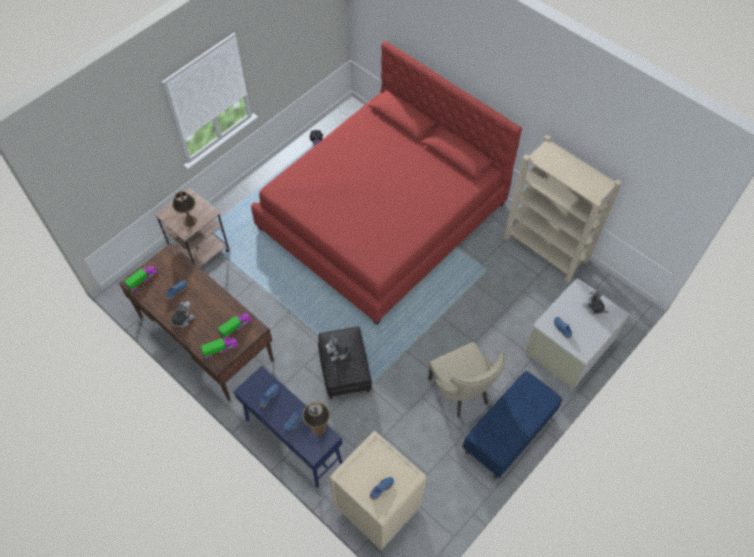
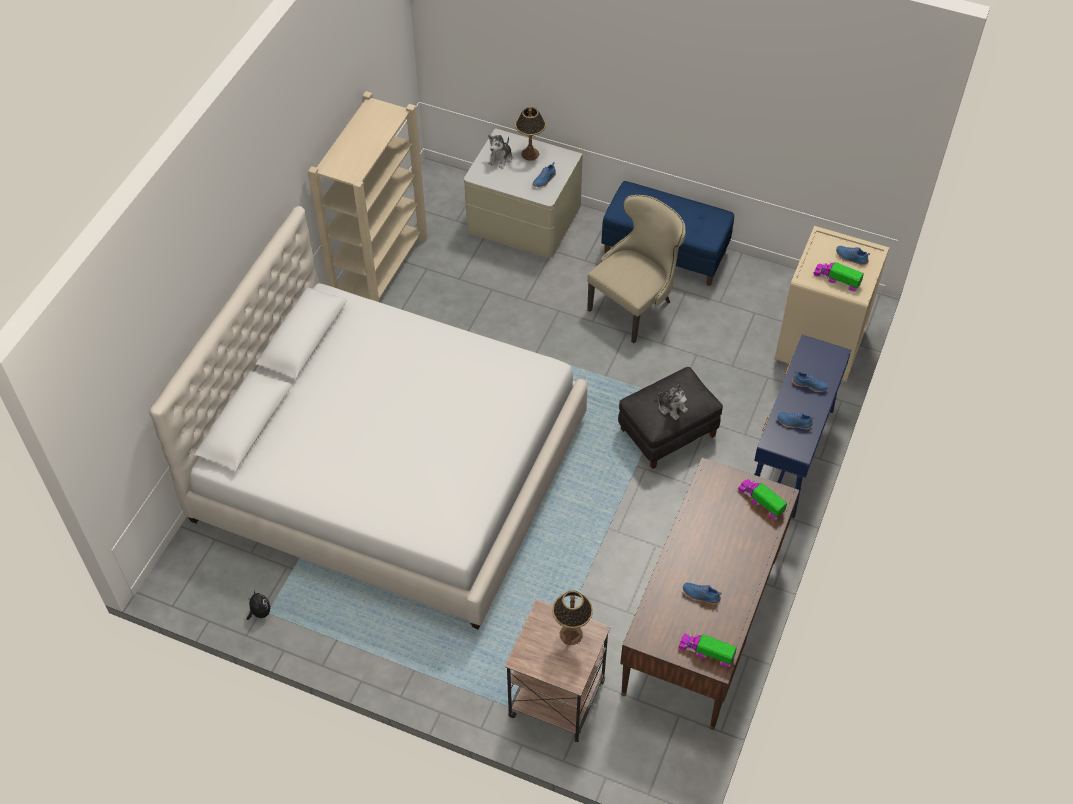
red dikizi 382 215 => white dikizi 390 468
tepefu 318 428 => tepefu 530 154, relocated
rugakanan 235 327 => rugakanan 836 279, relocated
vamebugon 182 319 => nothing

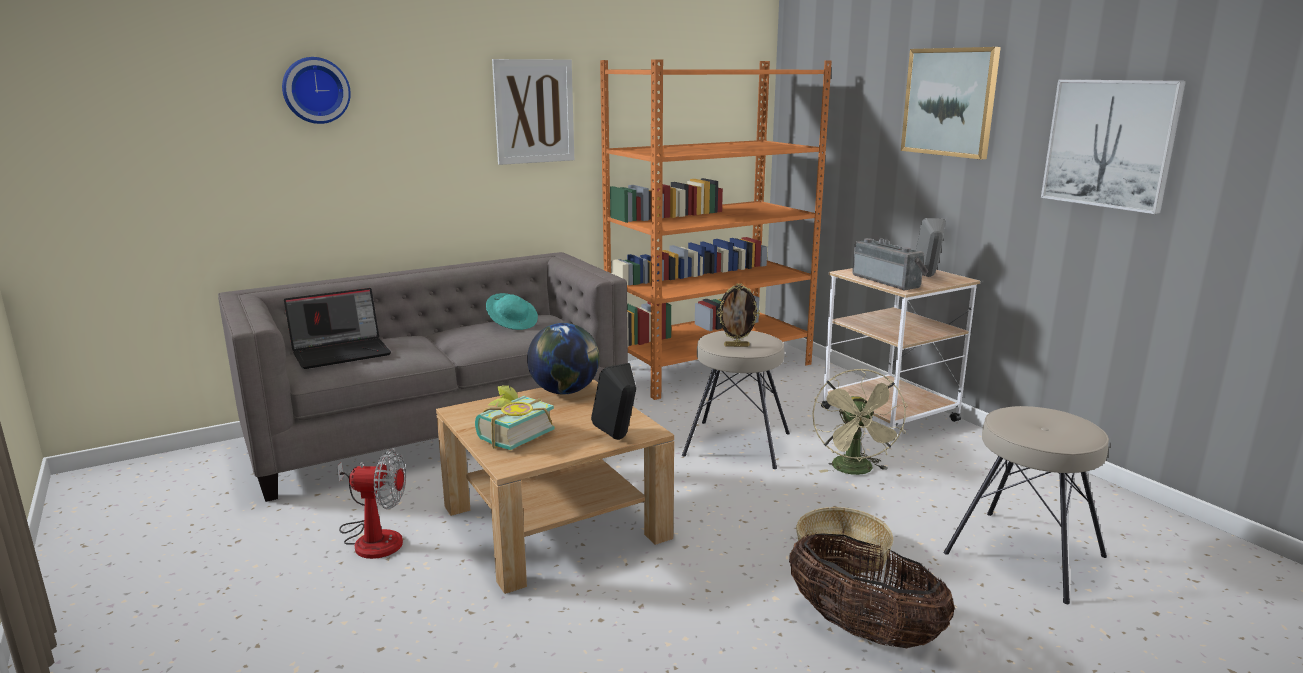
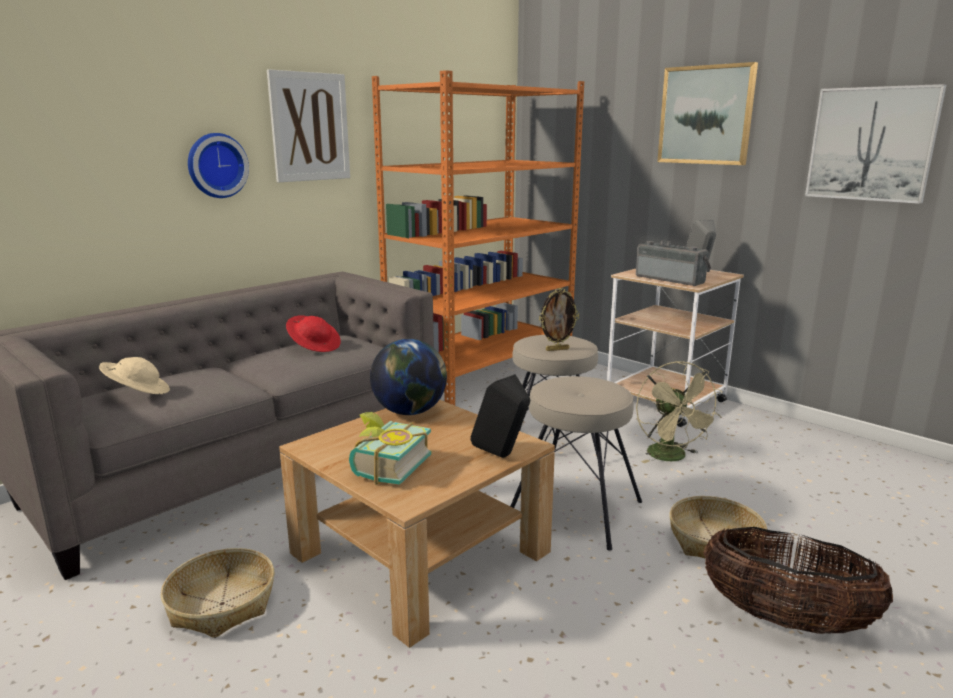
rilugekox 342 352 => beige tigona 138 393
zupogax 373 537 => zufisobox 221 604
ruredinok 315 90 => ruredinok 216 165, relocated
turquoise tigona 513 324 => red tigona 315 346
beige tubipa 1024 553 => beige tubipa 575 509, relocated

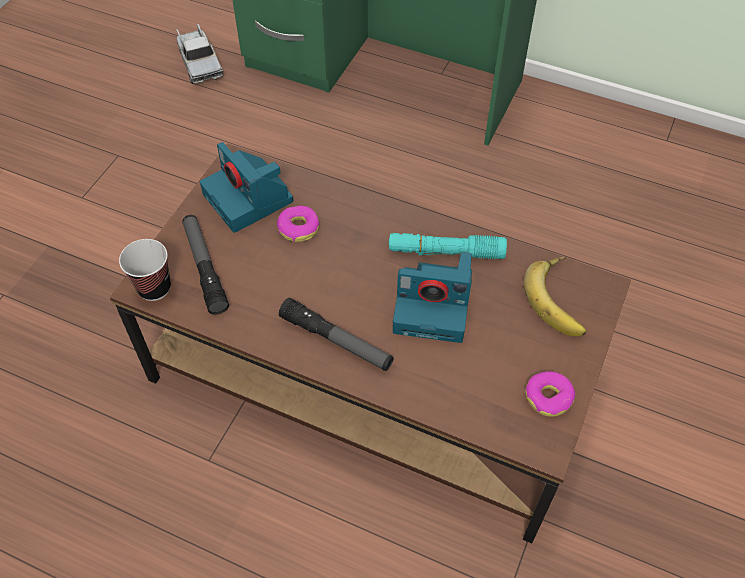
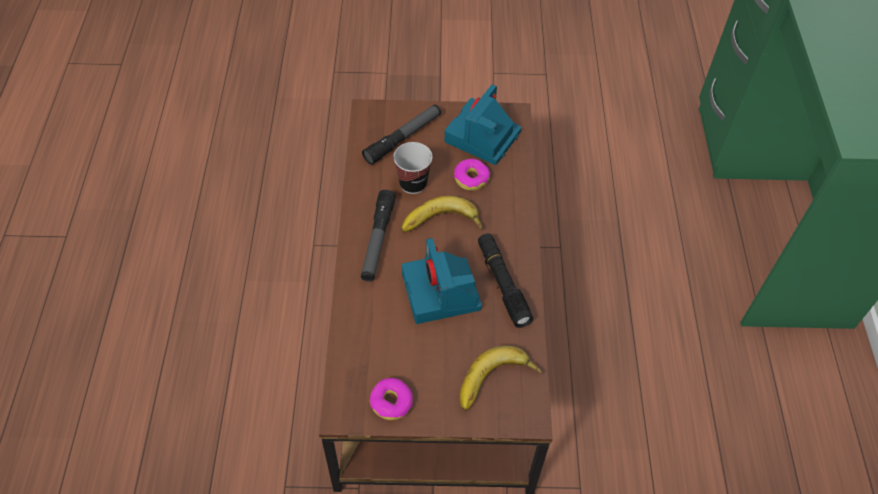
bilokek 154 288 => bilokek 413 184, relocated
nothing => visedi 441 226
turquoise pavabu 446 252 => black pavabu 502 284
rugakanan 199 62 => nothing

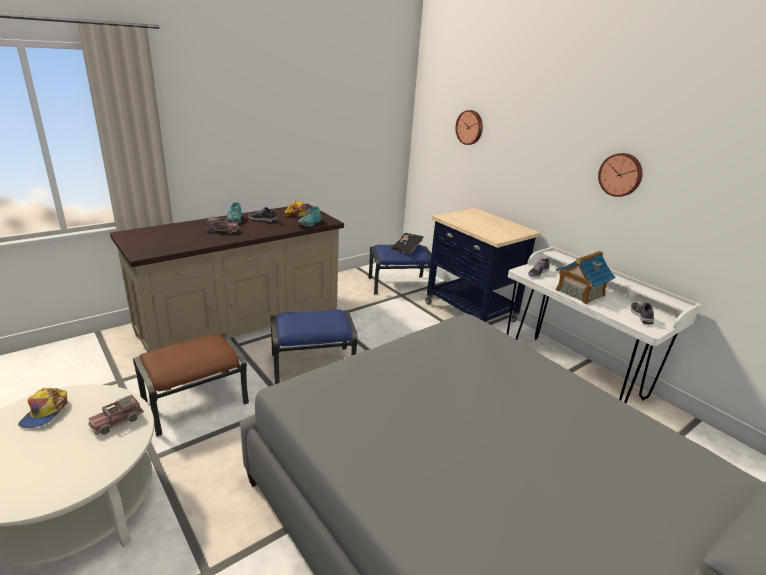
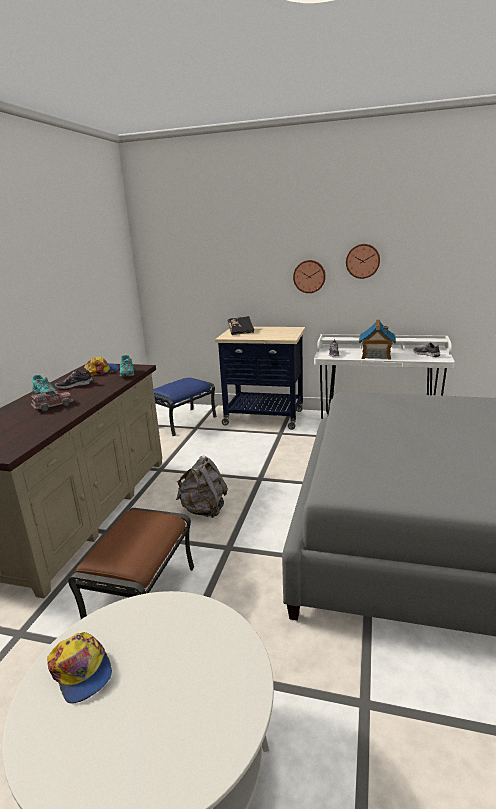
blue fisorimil 312 365 => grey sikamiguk 204 510
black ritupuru 407 248 => black ritupuru 241 331, relocated
ruredinok 470 127 => ruredinok 309 276, relocated
rugakanan 117 421 => nothing

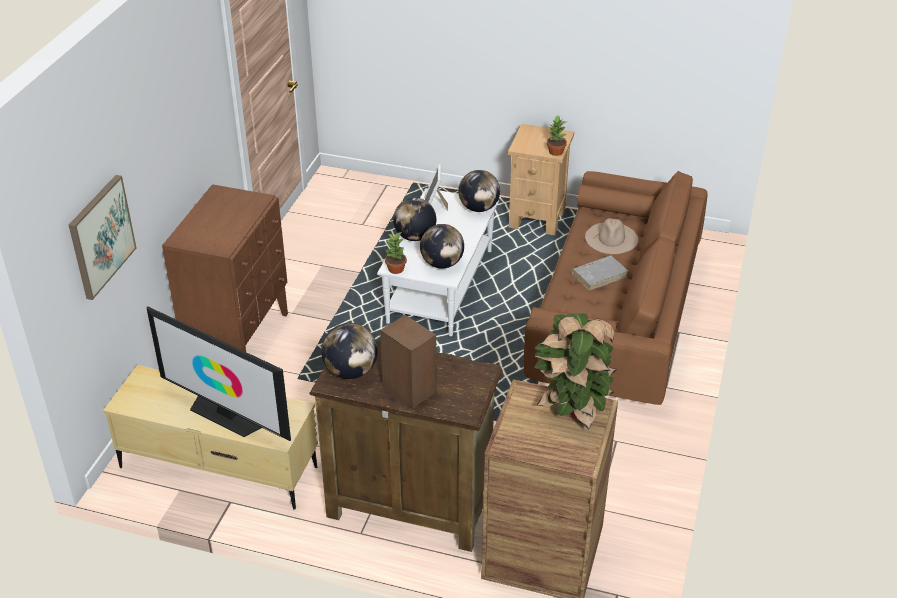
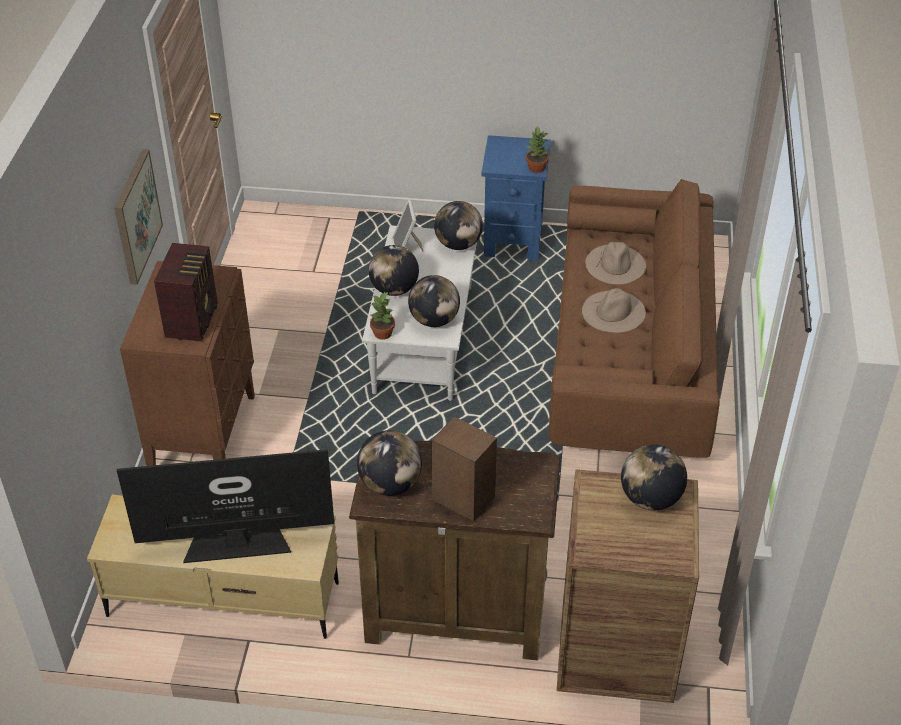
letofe 101 236 => letofe 136 216, relocated
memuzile 227 414 => memuzile 236 544, 150 degrees clockwise
nothing => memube 193 320
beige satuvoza 537 219 => blue satuvoza 513 242
grey ritupuru 600 274 => beige tigona 613 311
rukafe 571 410 => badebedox 650 498

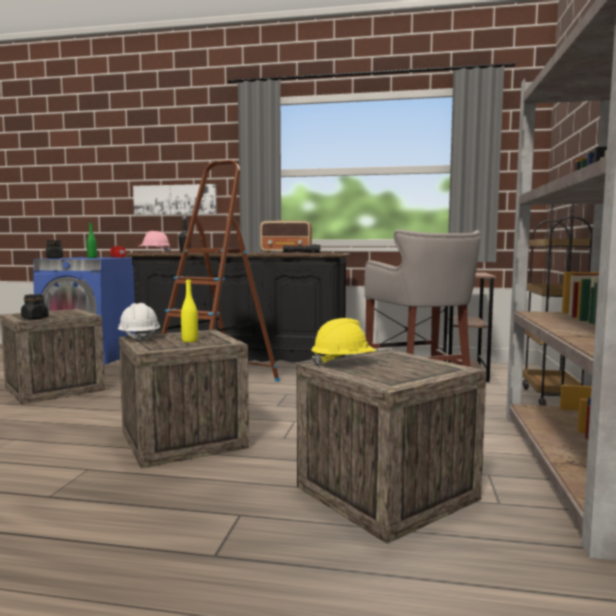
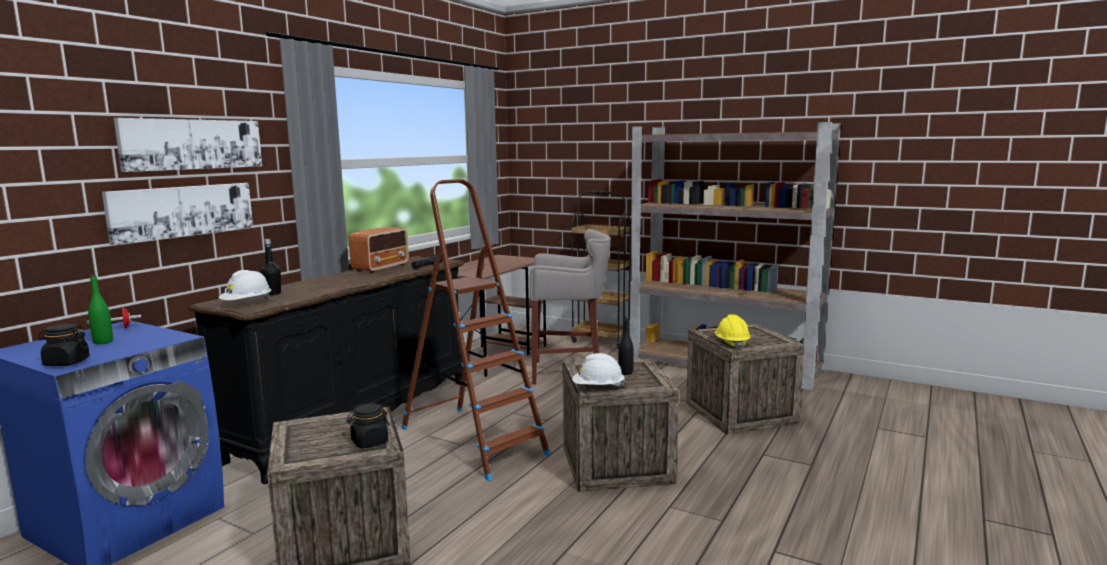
nothing => letofe 193 144
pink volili 154 252 => white volili 247 304
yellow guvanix 190 341 => black guvanix 625 372

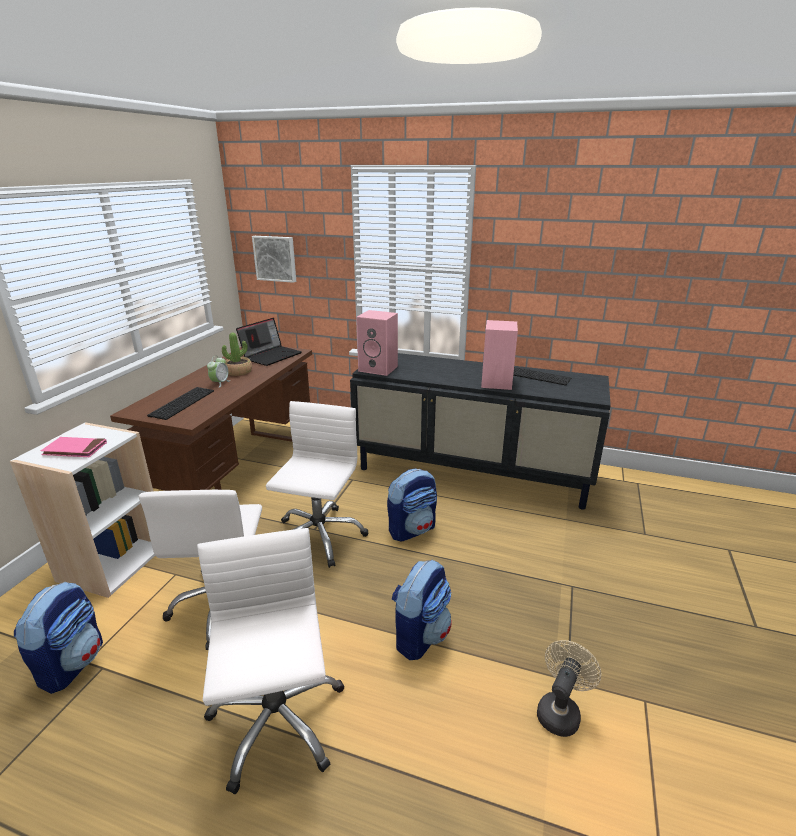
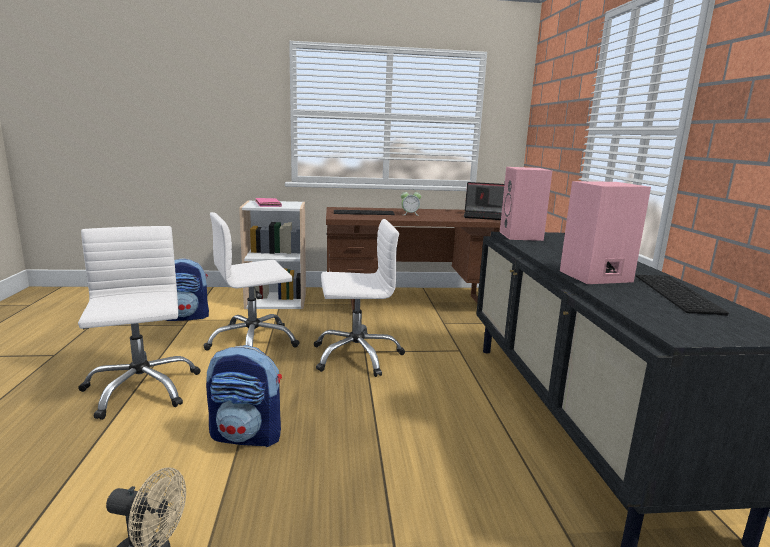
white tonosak 276 721 => white tonosak 141 389, 75 degrees counterclockwise
rukafe 238 371 => nothing
letofe 275 258 => nothing
sikamiguk 412 529 => nothing

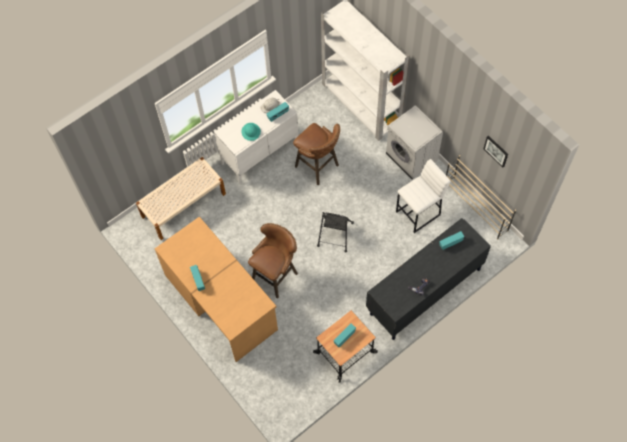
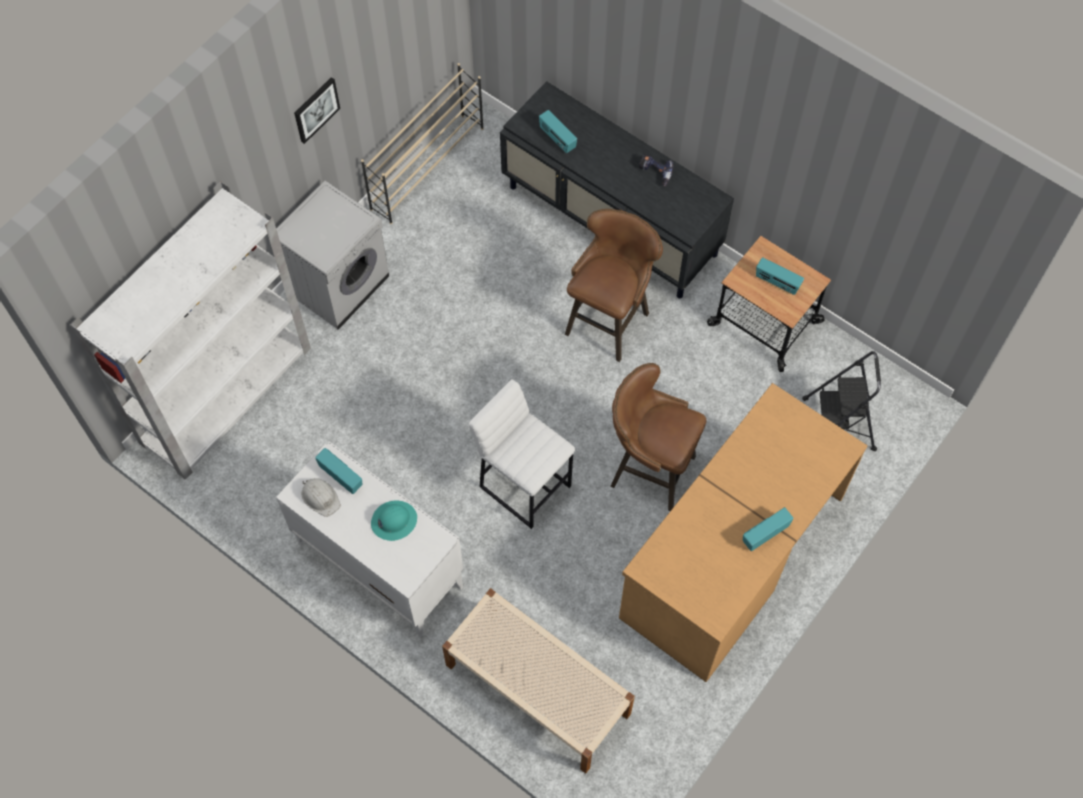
letofe 496 151 => letofe 316 109, relocated
white tubipa 419 213 => white tubipa 523 485, relocated
brown tubipa 318 167 => brown tubipa 609 321, relocated
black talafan 335 235 => black talafan 841 423, relocated

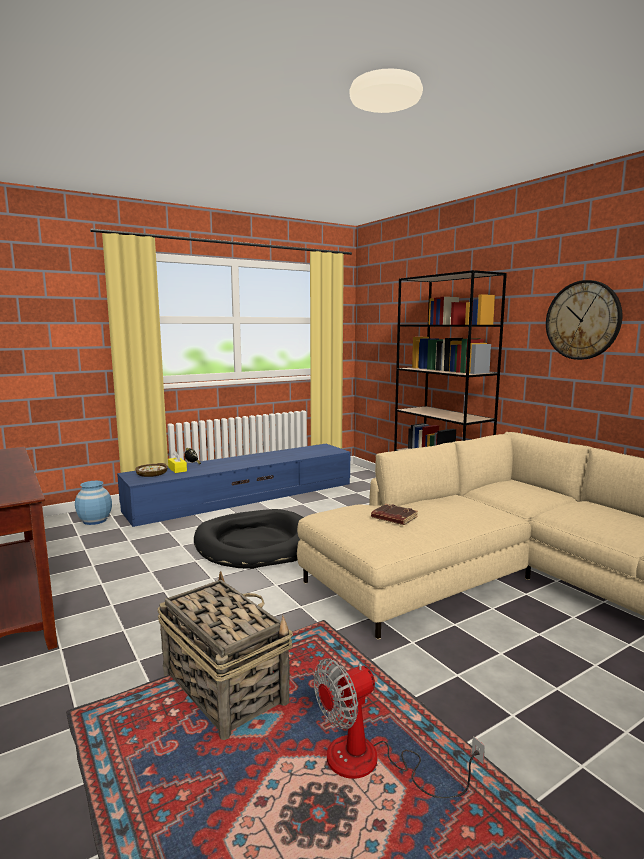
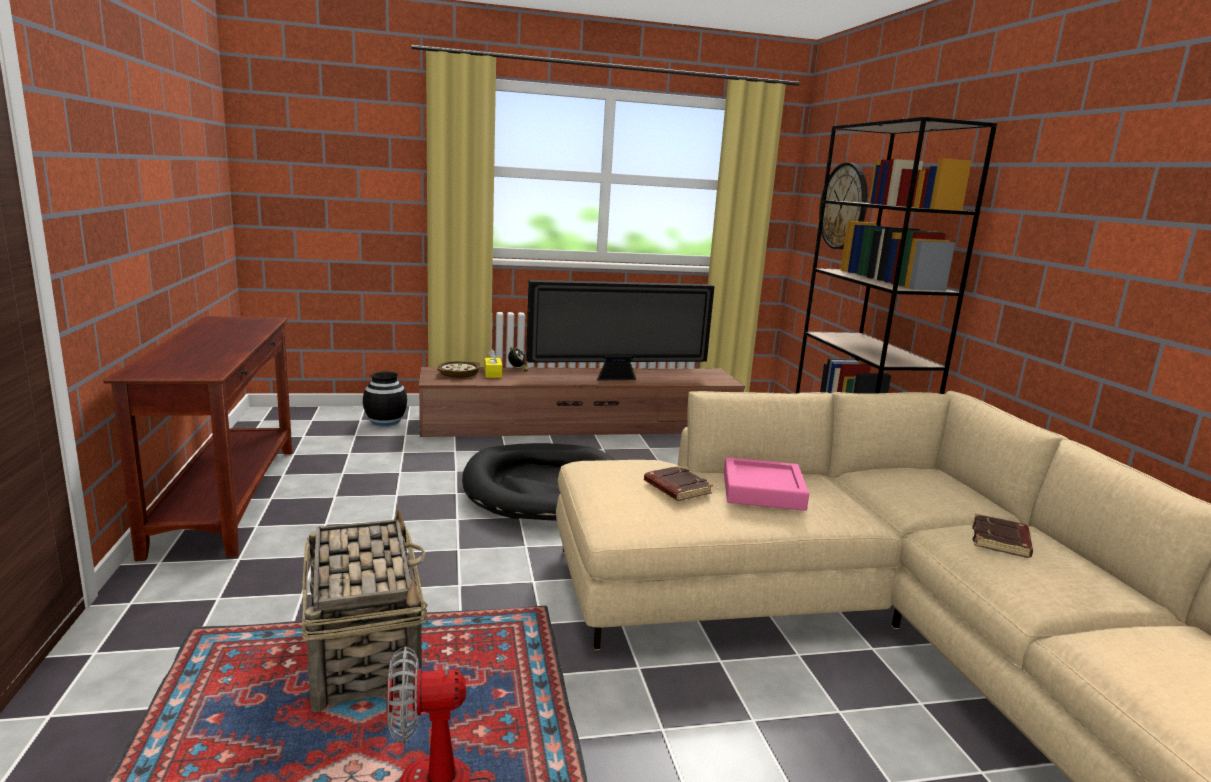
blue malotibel 95 520 => black malotibel 386 421
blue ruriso 243 496 => brown ruriso 580 423
nothing => memuzile 617 378
nothing => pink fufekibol 763 491
ruredinok 583 320 => ruredinok 844 206, relocated
nothing => brown ritupuru 1001 541

